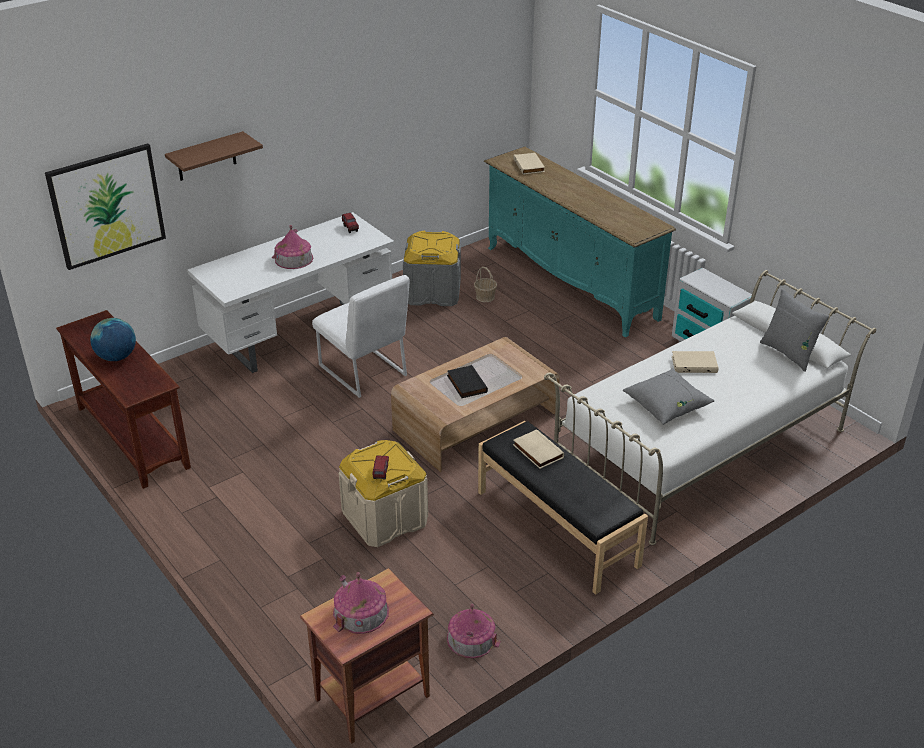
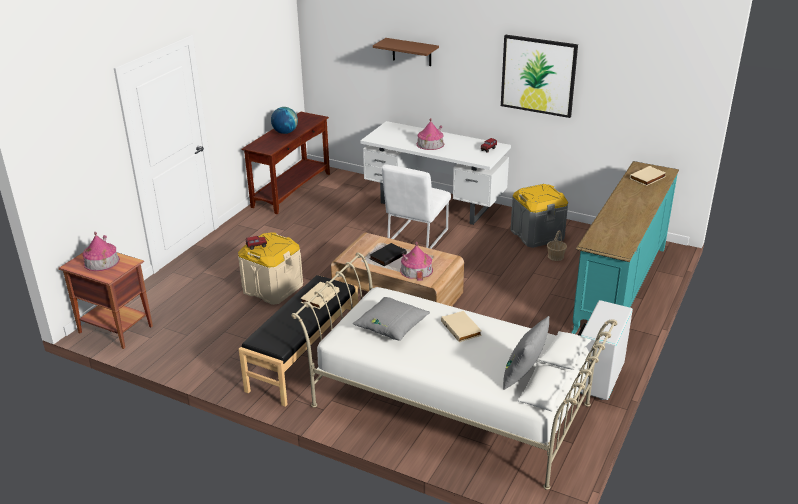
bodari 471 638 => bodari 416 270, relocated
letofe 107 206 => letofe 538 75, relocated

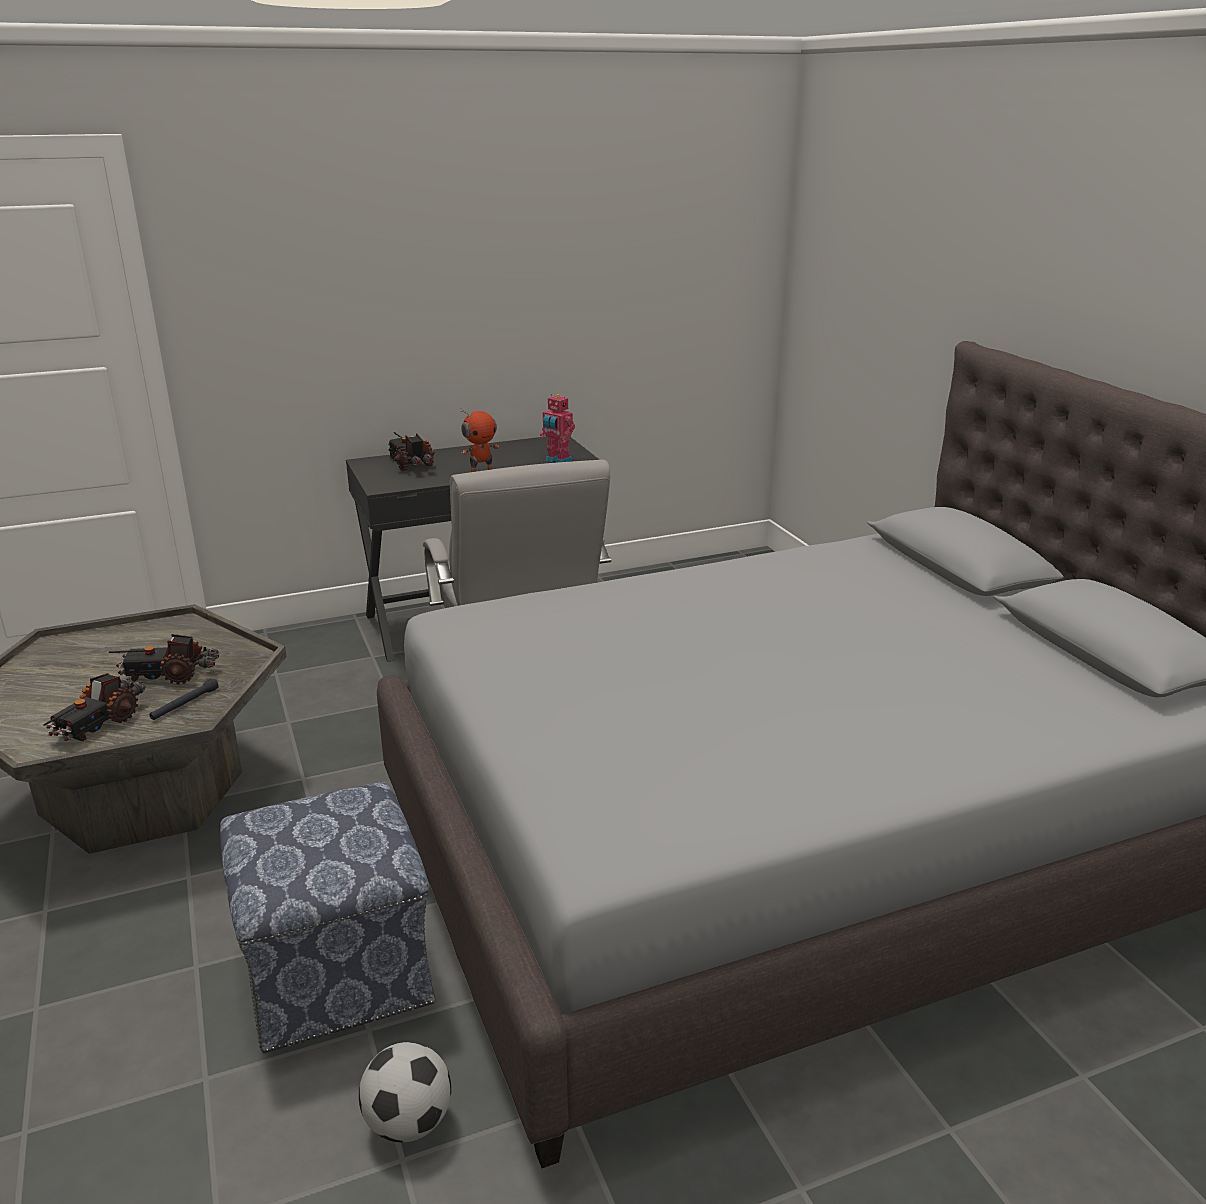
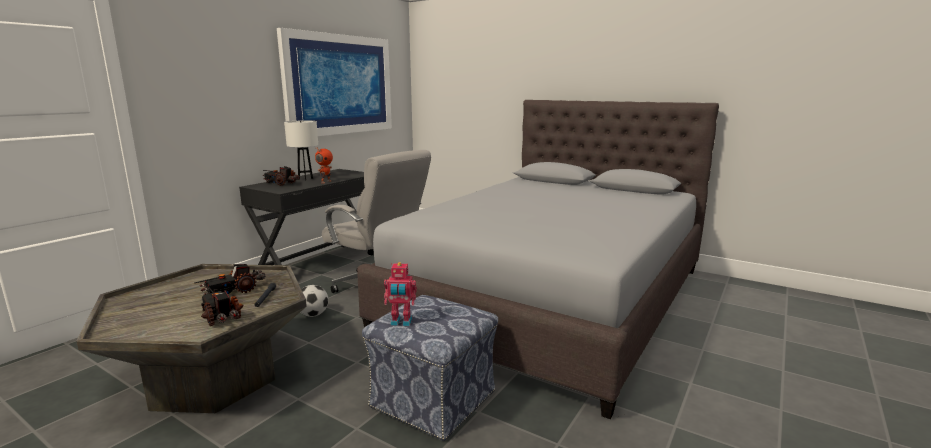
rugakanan 99 723 => rugakanan 222 317, 150 degrees clockwise
nothing => letofe 340 85
nothing => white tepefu 305 179
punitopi 408 1122 => punitopi 313 315, relocated
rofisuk 557 460 => rofisuk 401 322, relocated

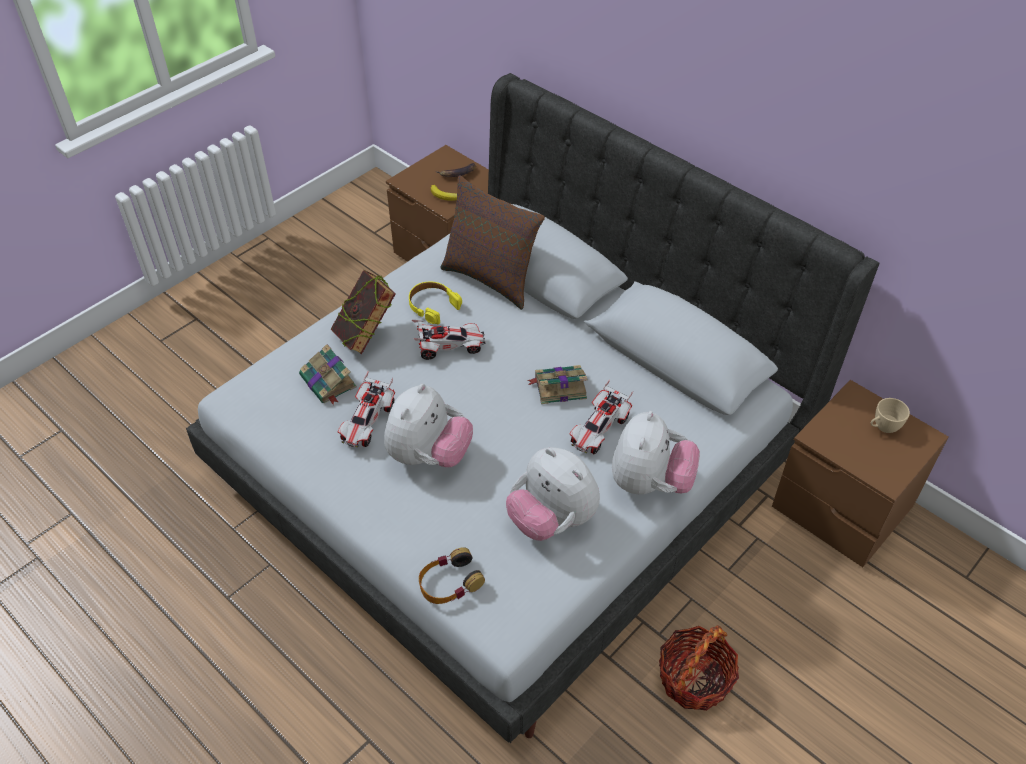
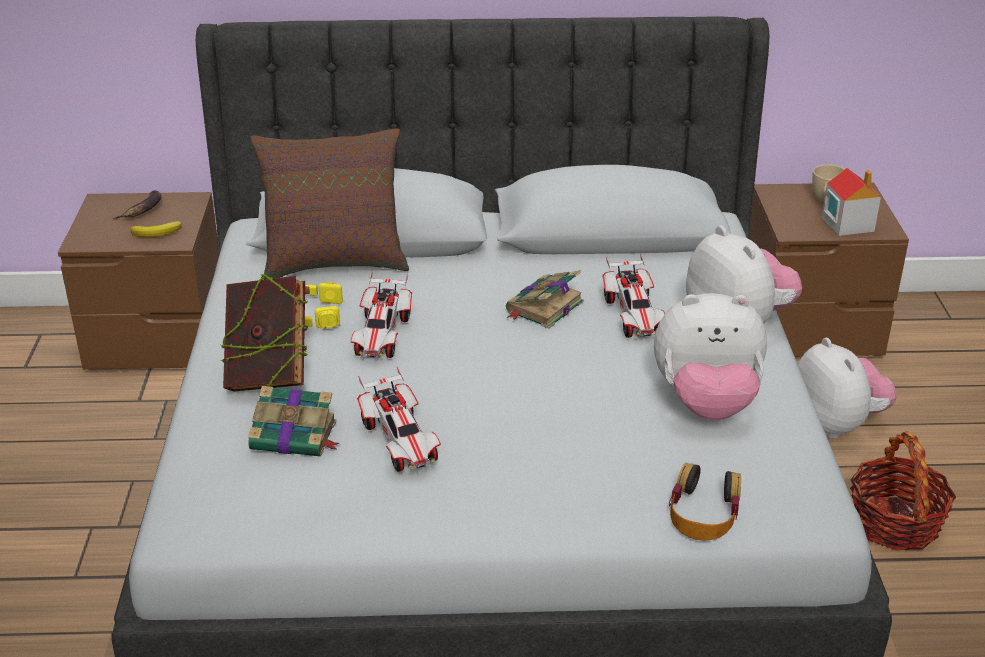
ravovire 449 347 => ravovire 382 336, 150 degrees clockwise
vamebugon 429 455 => vamebugon 836 425, relocated
nothing => bodari 847 224

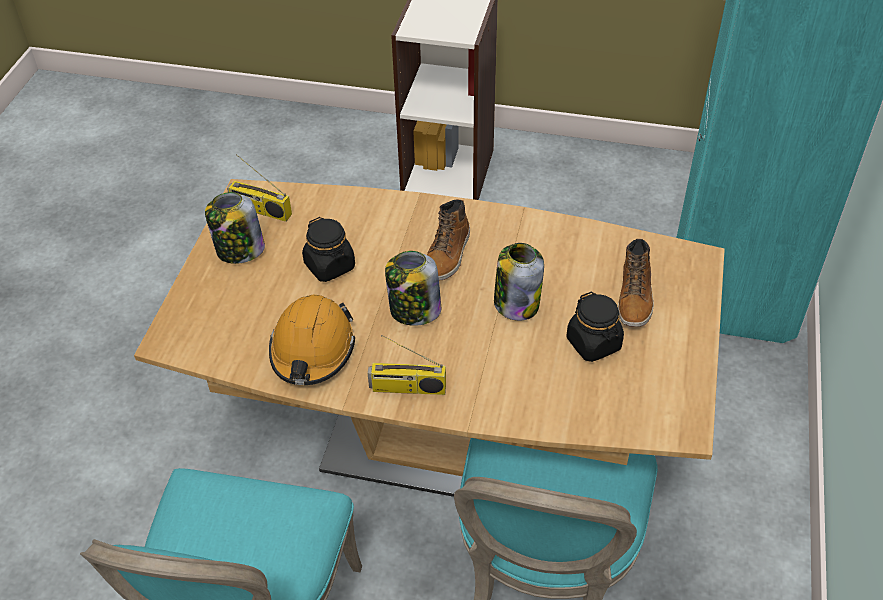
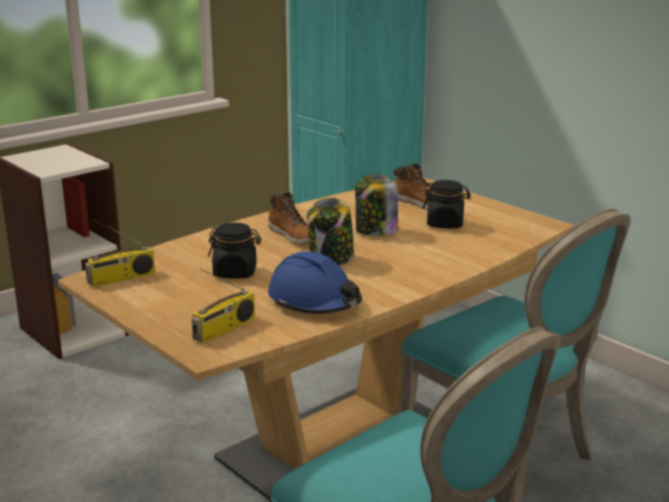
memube 407 388 => memube 224 329, relocated
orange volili 312 350 => blue volili 314 302
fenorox 239 250 => nothing

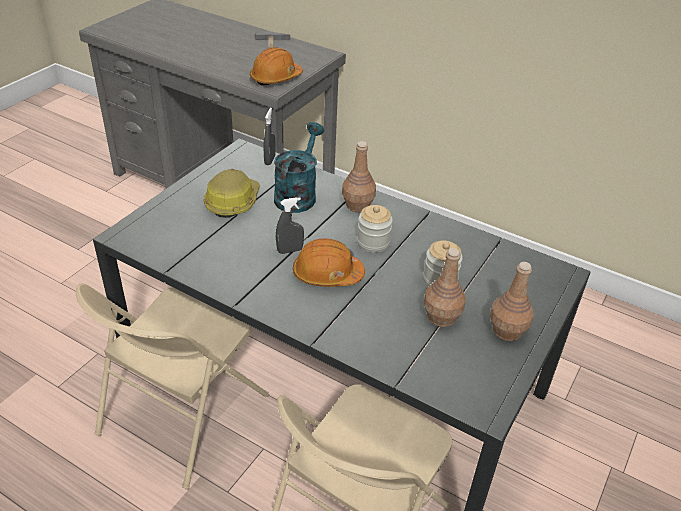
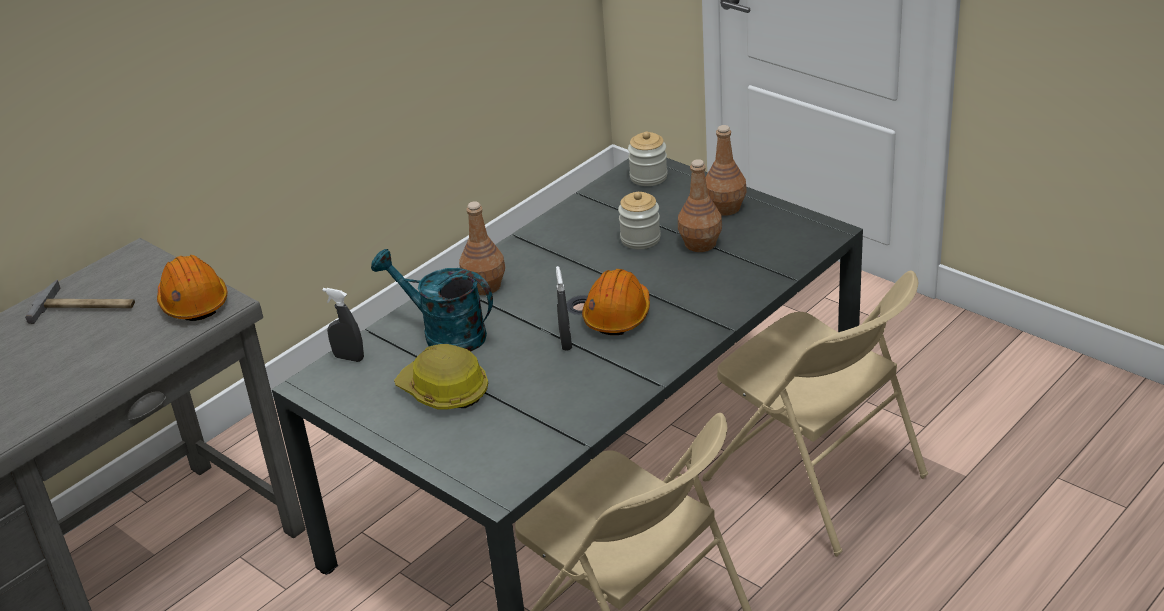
fenorox 373 242 => fenorox 648 177, relocated

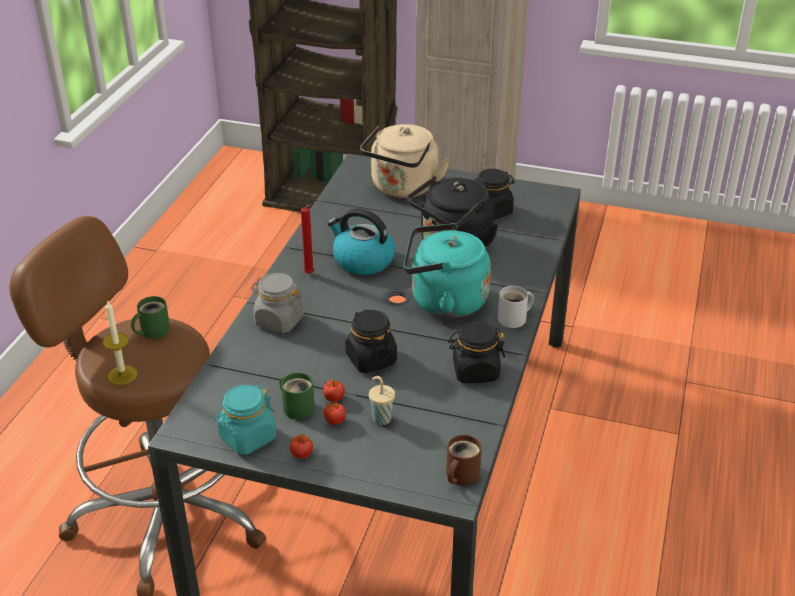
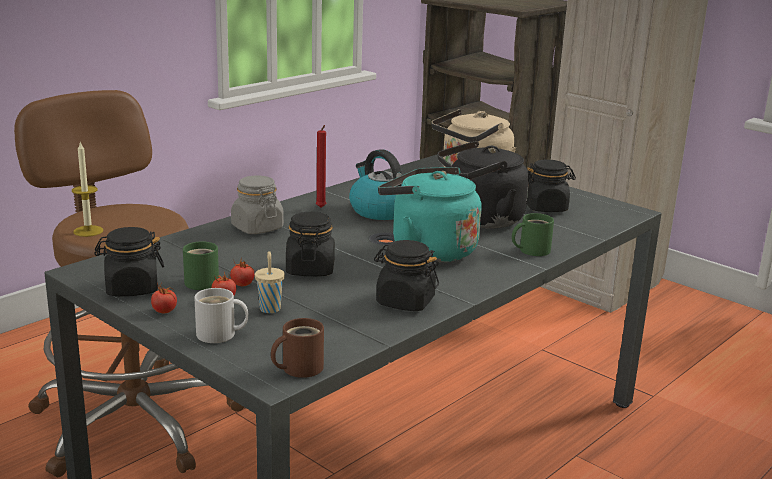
turquoise fenorox 247 438 => black fenorox 131 288
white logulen 515 319 => white logulen 219 335, relocated
green logulen 152 330 => green logulen 531 250, relocated

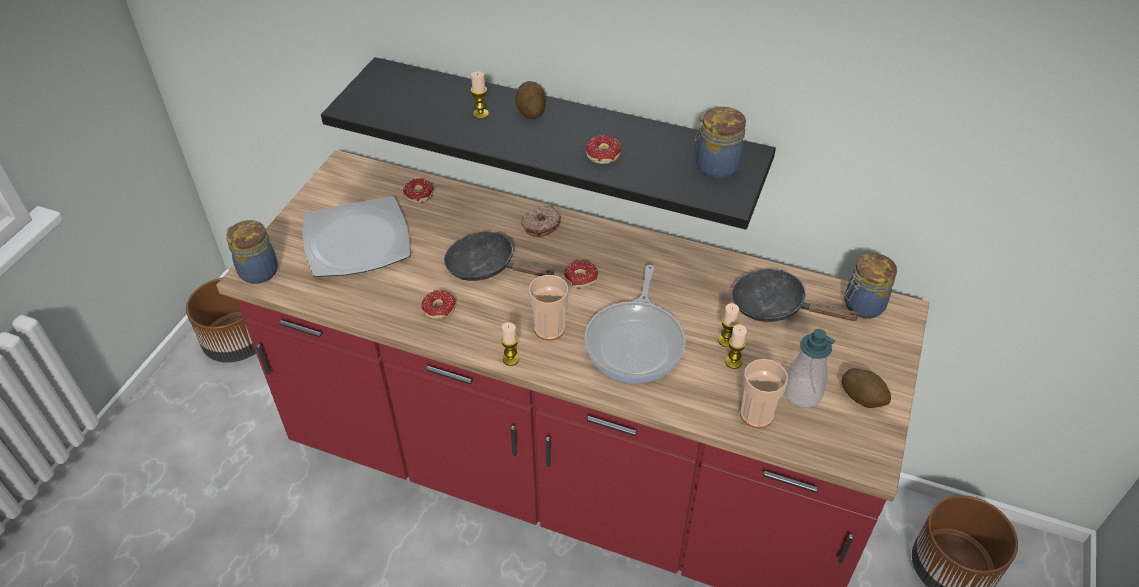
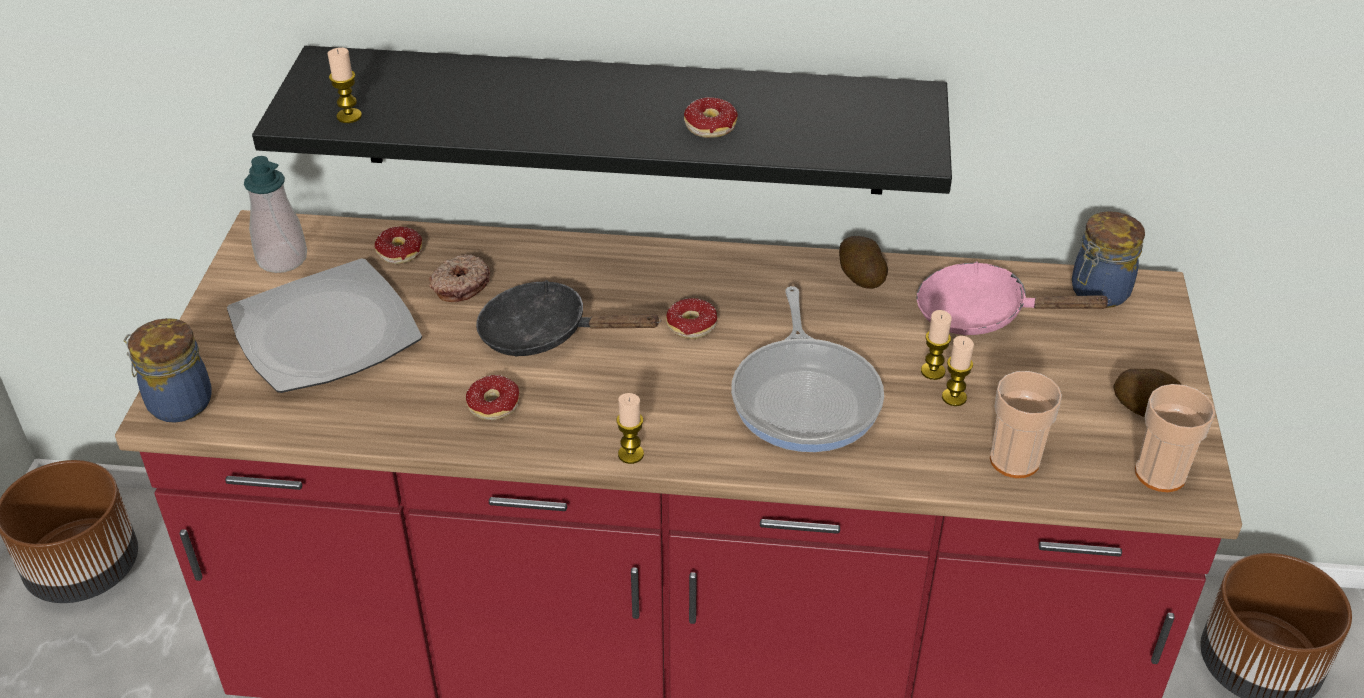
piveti 802 393 => piveti 282 259, relocated
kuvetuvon 481 114 => kuvetuvon 349 116, relocated
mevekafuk 540 225 => mevekafuk 460 285, relocated
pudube 531 110 => pudube 860 276, relocated
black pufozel 775 306 => pink pufozel 982 314
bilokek 549 329 => bilokek 1160 474, relocated
fenorox 715 166 => nothing

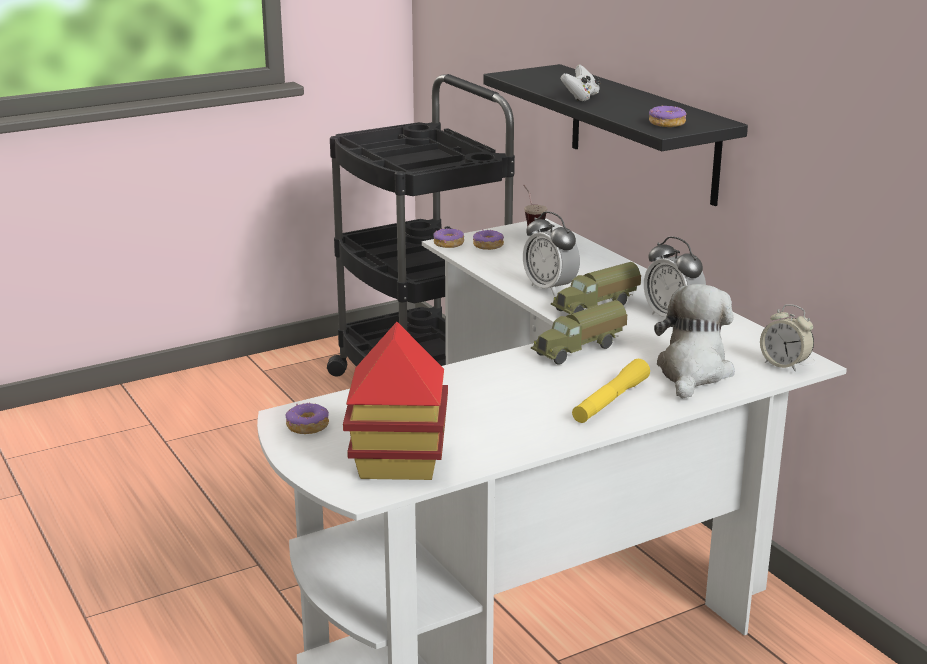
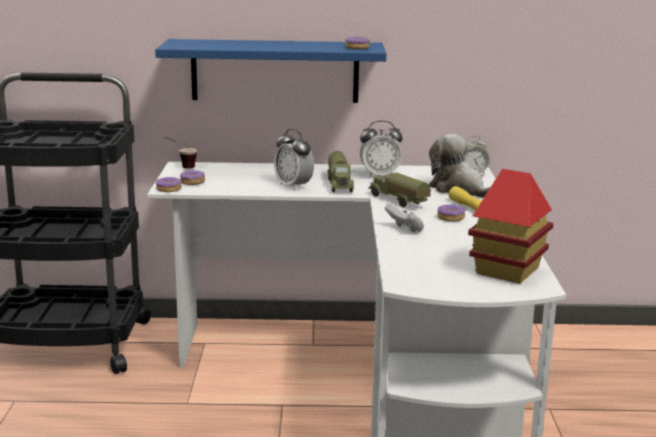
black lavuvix 643 133 => blue lavuvix 275 71
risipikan 550 288 => risipikan 293 186, 60 degrees clockwise
rugakanan 580 350 => rugakanan 398 201, 150 degrees clockwise
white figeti 580 97 => white figeti 405 229, relocated
mevekafuk 307 426 => mevekafuk 450 218, relocated

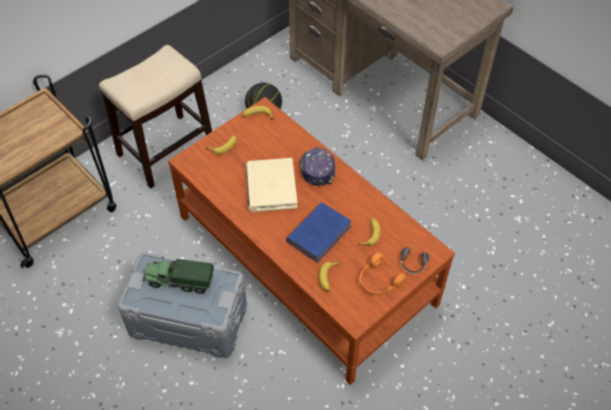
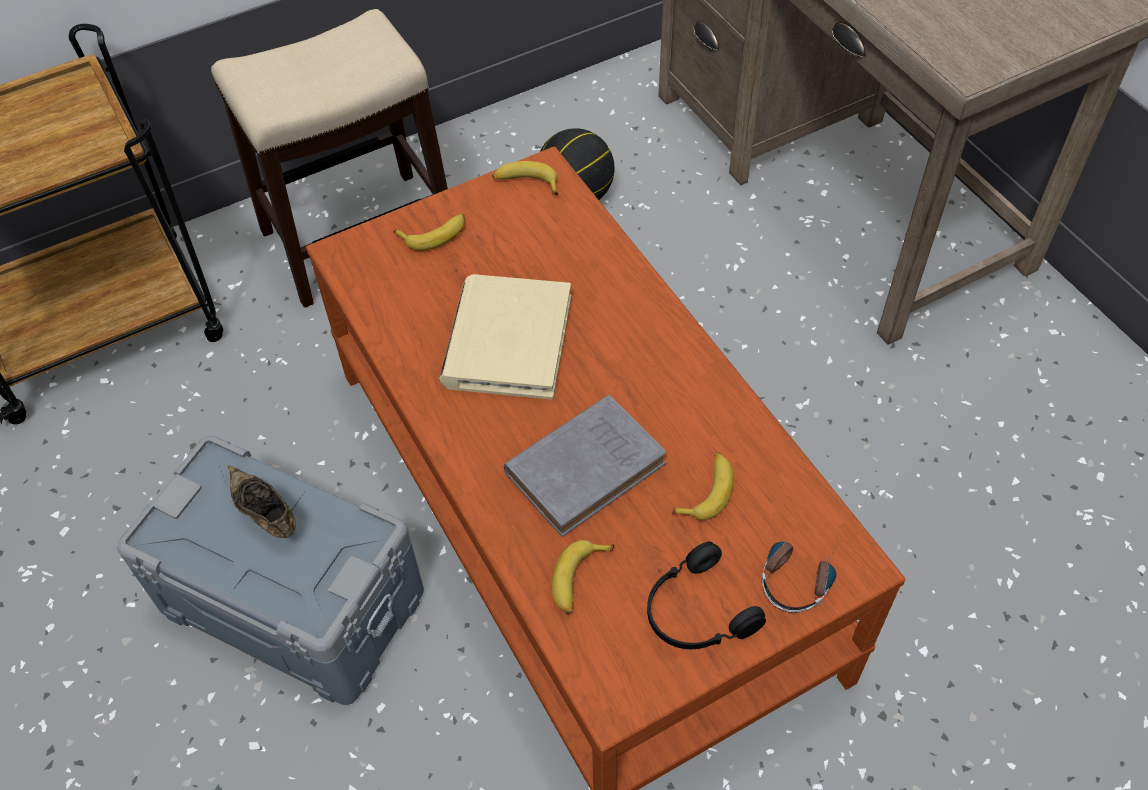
rugakanan 179 281 => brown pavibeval 266 515
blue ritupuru 320 233 => grey ritupuru 589 466
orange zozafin 378 281 => black zozafin 696 612
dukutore 317 169 => nothing

